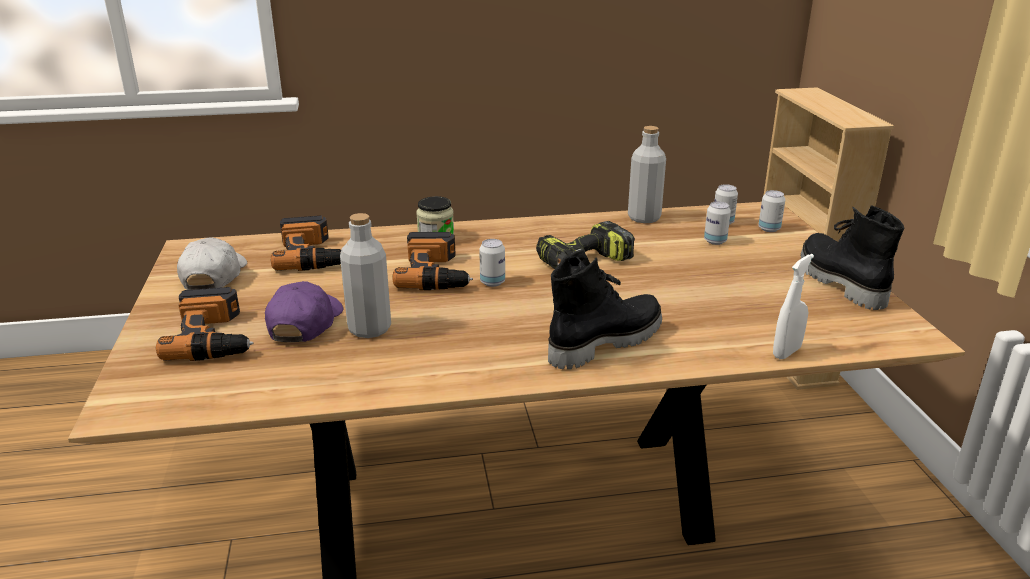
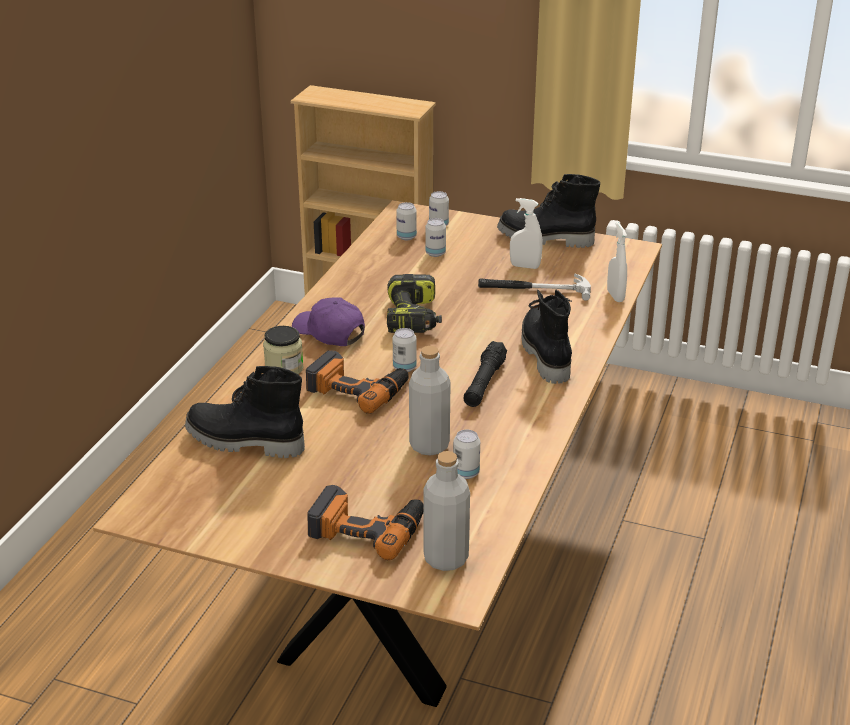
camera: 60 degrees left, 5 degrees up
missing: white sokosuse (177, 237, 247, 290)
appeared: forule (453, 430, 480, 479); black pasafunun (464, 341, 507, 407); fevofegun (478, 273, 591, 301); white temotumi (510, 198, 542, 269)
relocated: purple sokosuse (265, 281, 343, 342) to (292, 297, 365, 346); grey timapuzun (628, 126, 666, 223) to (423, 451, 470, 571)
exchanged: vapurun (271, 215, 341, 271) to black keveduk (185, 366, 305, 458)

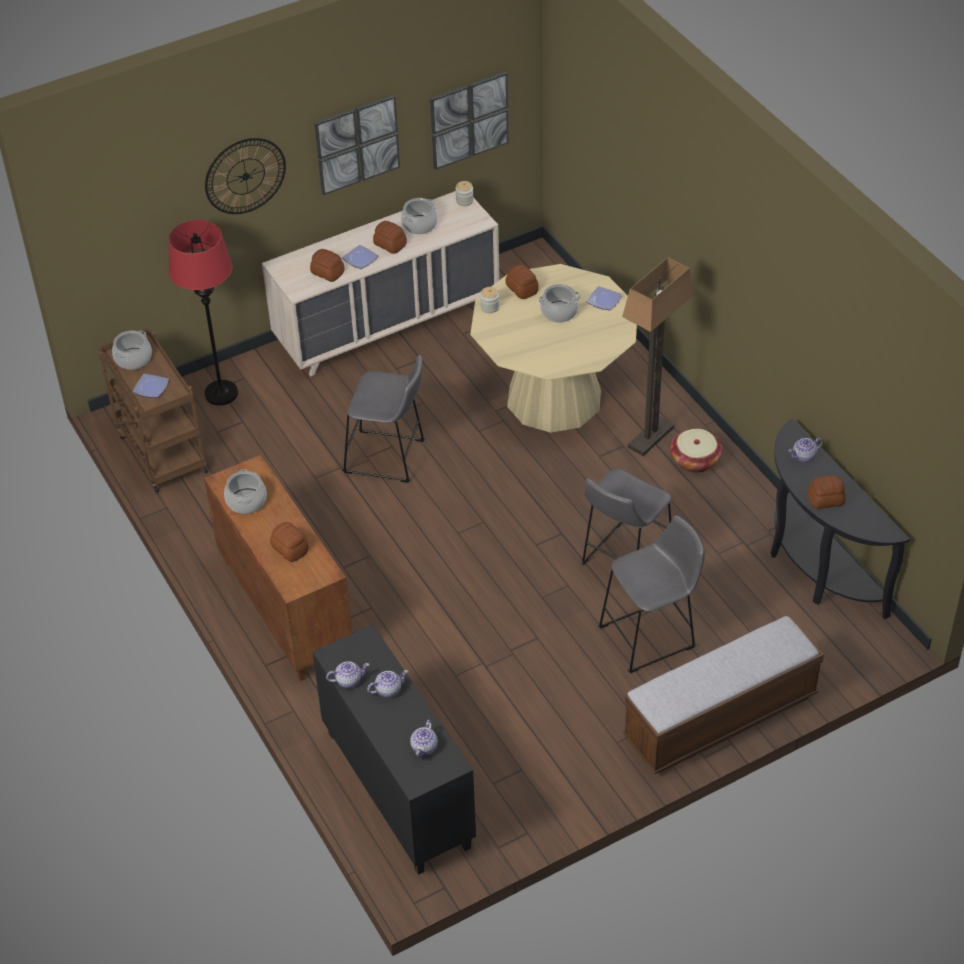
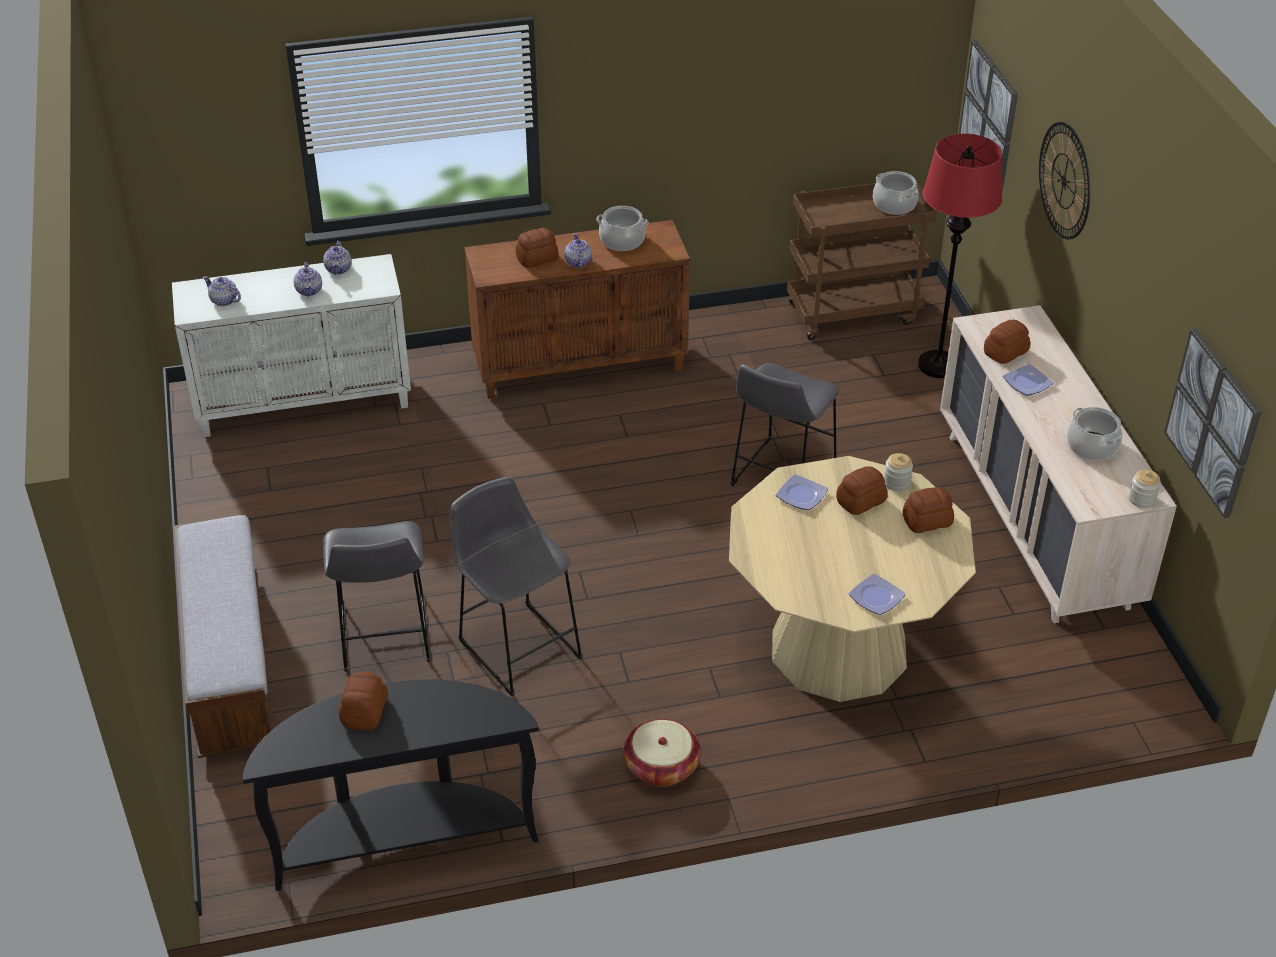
camera: 105 degrees right, 5 degrees down
missing: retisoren (538, 284, 581, 323); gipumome (622, 257, 694, 456)
relocated: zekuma (133, 374, 169, 398) to (776, 474, 828, 510); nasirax (314, 94, 400, 195) to (959, 40, 1018, 191); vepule (373, 221, 407, 254) to (836, 466, 888, 515); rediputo (788, 438, 823, 463) to (565, 233, 592, 268)
colour: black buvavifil (313, 625, 476, 875) to white buvavifil (172, 254, 411, 437)

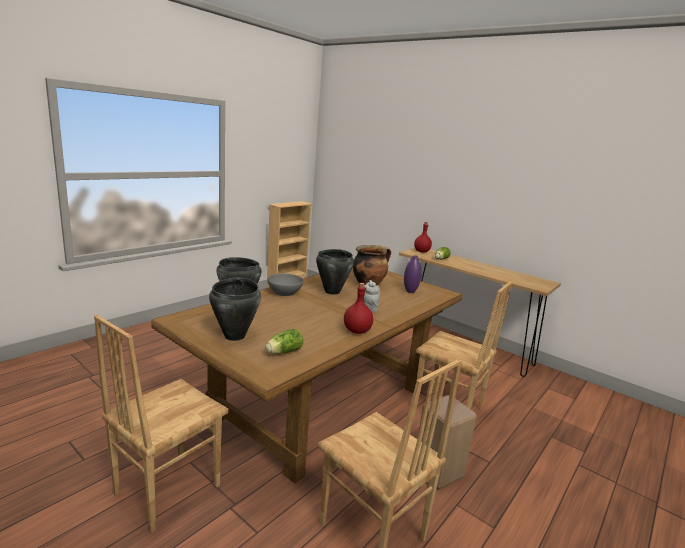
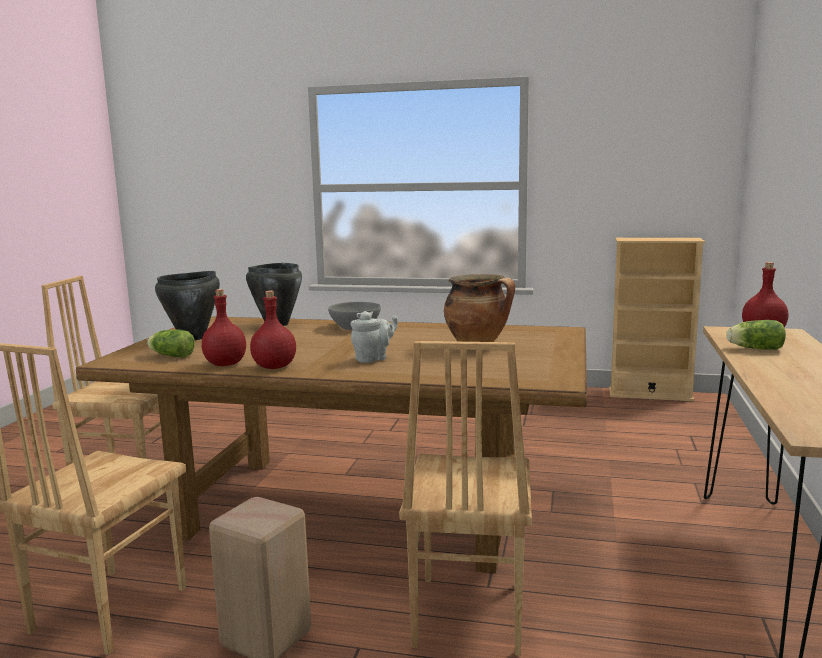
camera: 65 degrees right, 5 degrees down
missing: black retisoren (316, 249, 354, 295); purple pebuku (404, 255, 422, 293)
appeared: red timapuzun (202, 289, 246, 366)

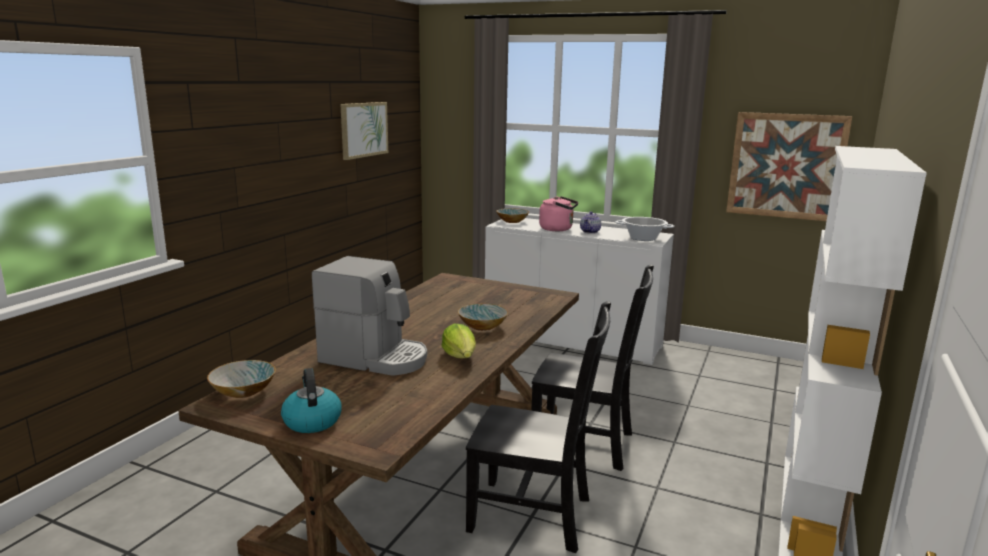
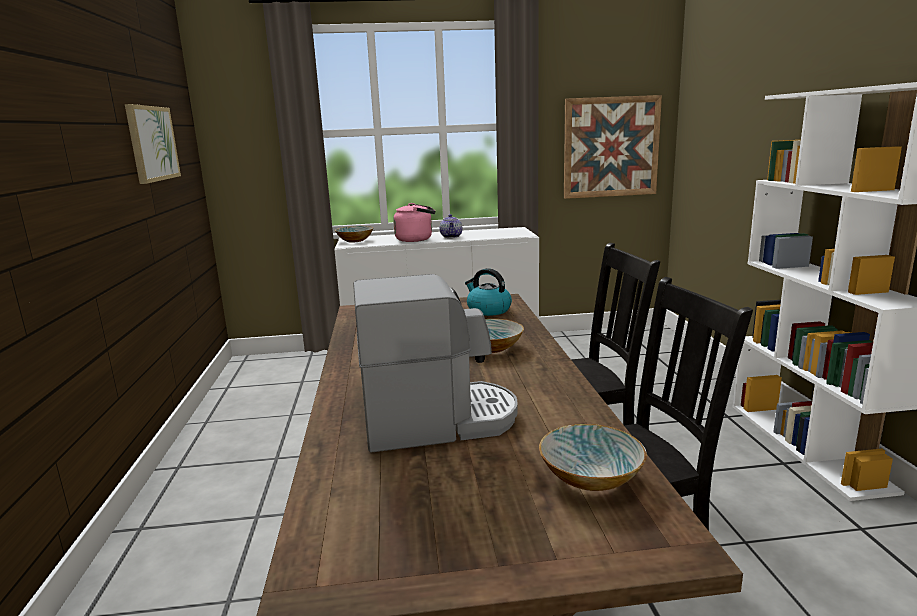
camera: 30 degrees left, 0 degrees up
missing: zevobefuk (441, 324, 476, 358); retisoren (615, 217, 674, 241)
relocated: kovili (207, 360, 276, 398) to (539, 424, 647, 491); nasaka (281, 368, 342, 433) to (465, 268, 512, 316)

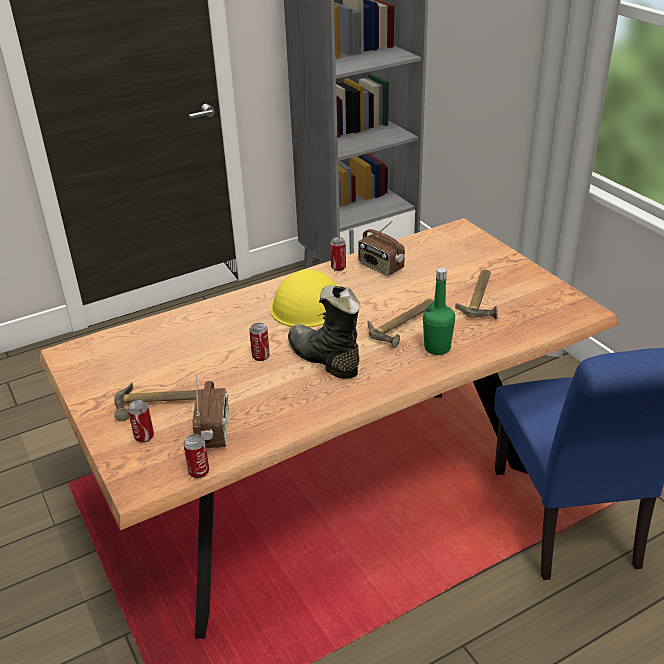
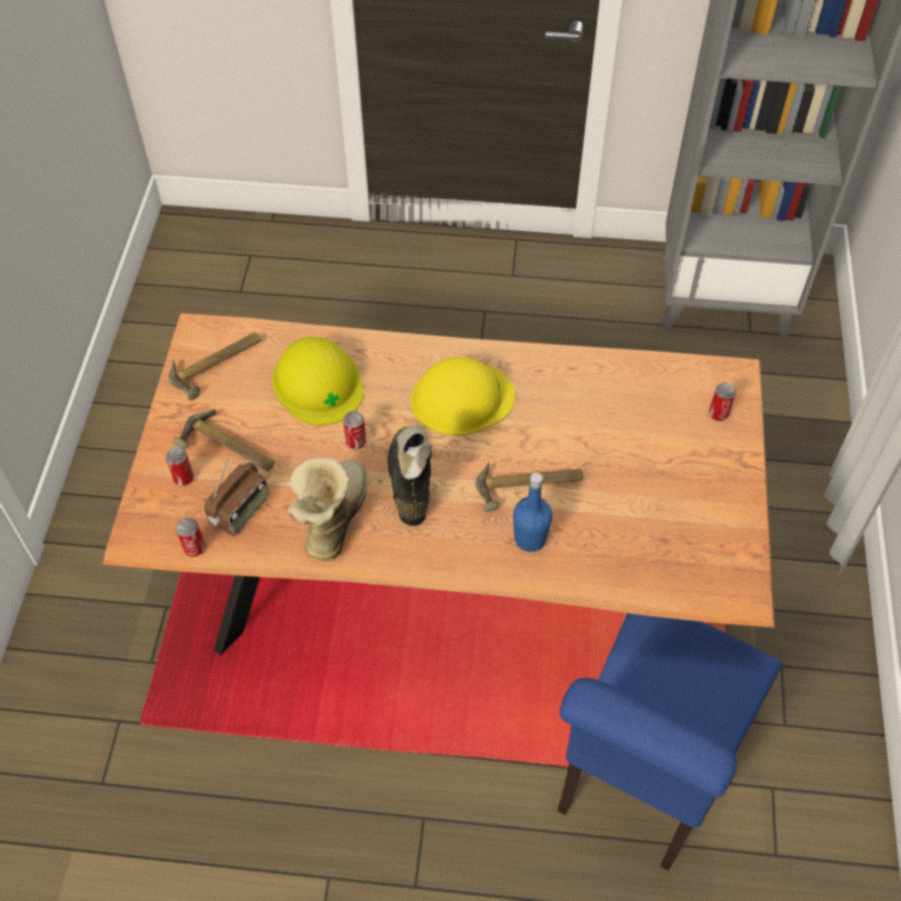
camera: 35 degrees right, 20 degrees up
missing: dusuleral (358, 220, 405, 276)
appeared: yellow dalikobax (272, 337, 364, 425); keveduk (287, 458, 367, 561)
relocated: forule (330, 237, 346, 271) to (709, 382, 736, 421); fevofegun (455, 269, 498, 319) to (169, 332, 261, 400)
colour: green timapuzun (423, 267, 455, 355) to blue timapuzun (513, 473, 552, 552)

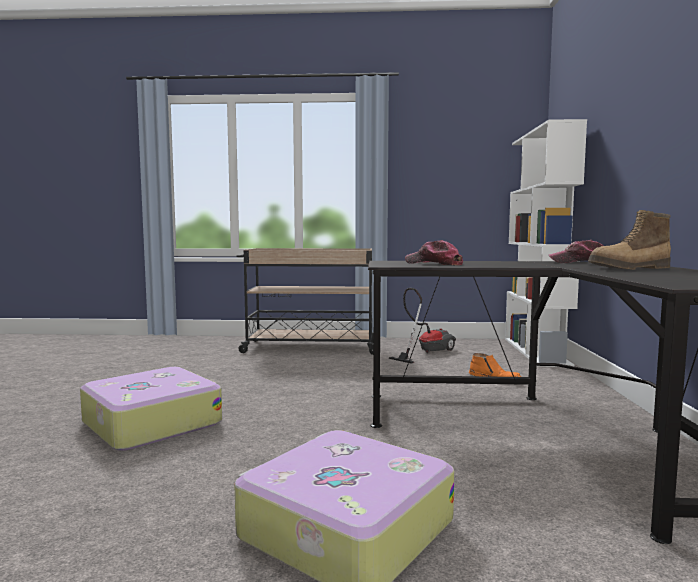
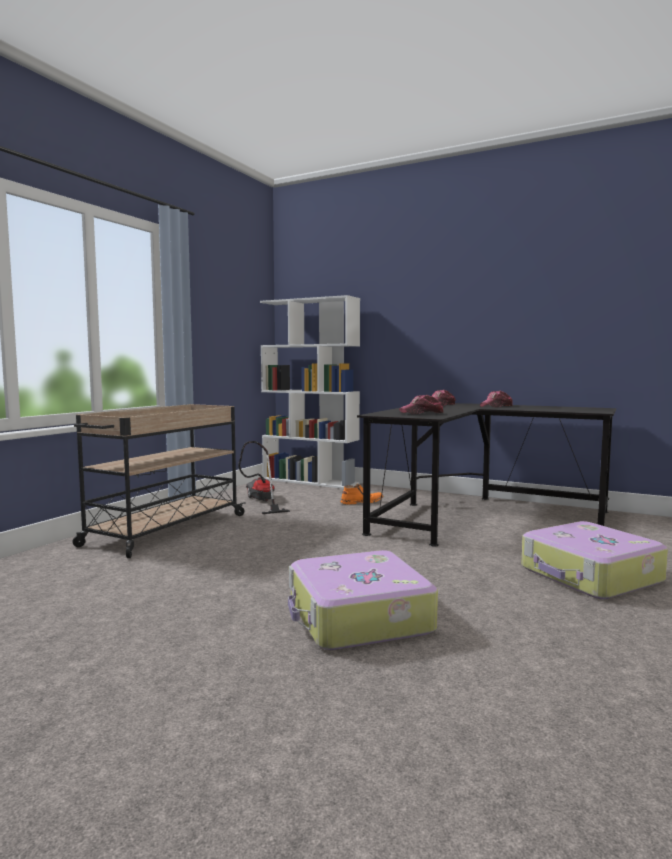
camera: 65 degrees left, 0 degrees up
exchanged: keveduk (588, 210, 671, 270) to sokosuse (480, 391, 513, 408)

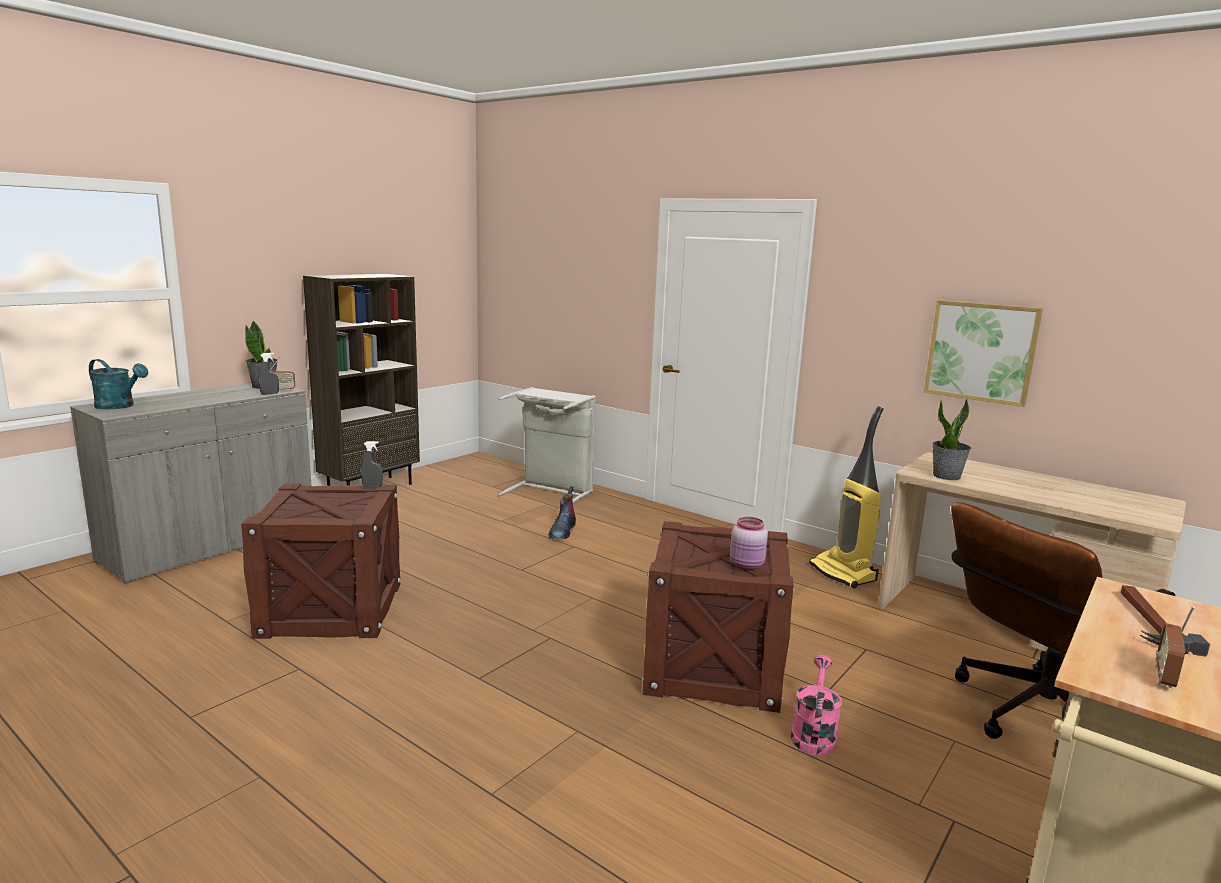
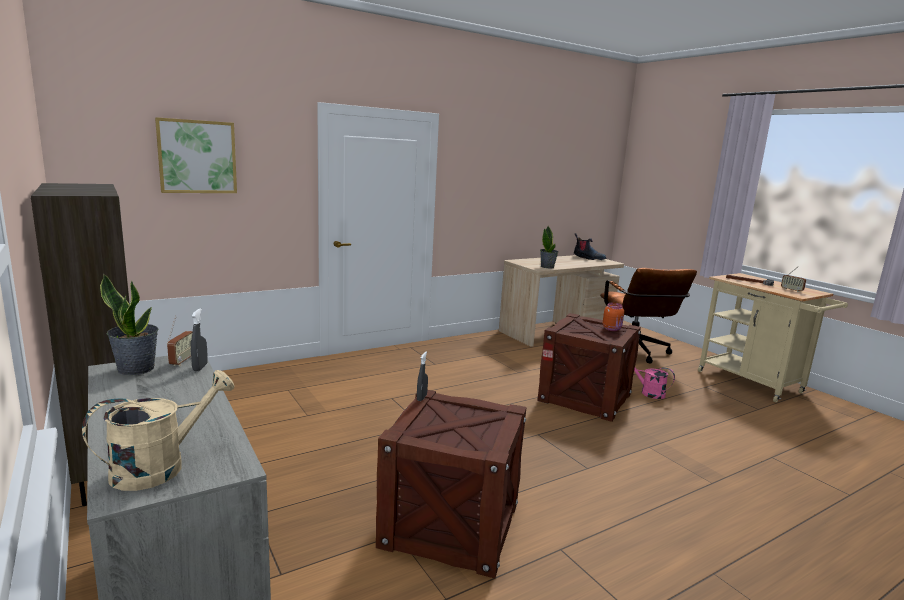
camera: 70 degrees left, 0 degrees up
missing: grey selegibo (499, 387, 596, 503); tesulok (809, 406, 884, 589)
relocated: keveduk (548, 487, 576, 539) to (574, 233, 606, 260); nasirax (924, 300, 1043, 407) to (155, 117, 237, 193)
colour: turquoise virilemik (89, 359, 148, 409) to beige virilemik (82, 370, 235, 491); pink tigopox (730, 517, 768, 570) to orange tigopox (603, 303, 624, 331)

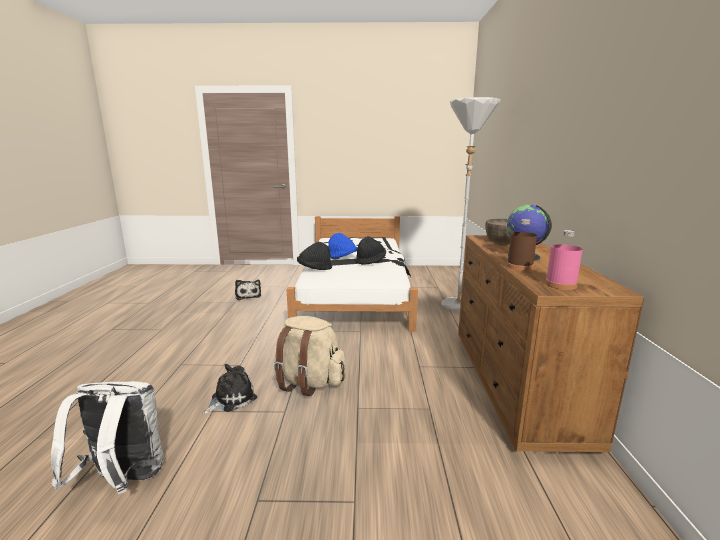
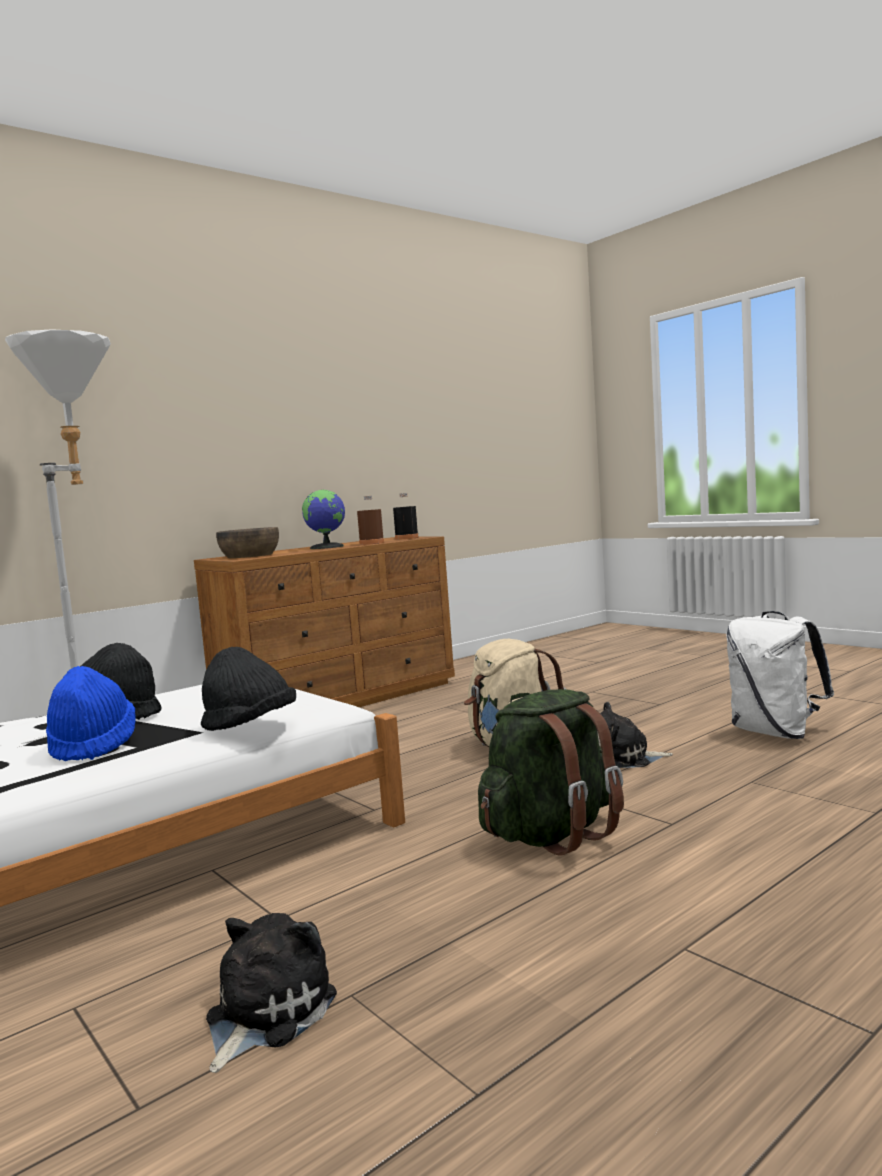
camera: 130 degrees left, 10 degrees down
appeared: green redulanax (478, 689, 624, 856)
colour: pink timapuzun (545, 230, 583, 290) to black timapuzun (393, 493, 419, 540)

